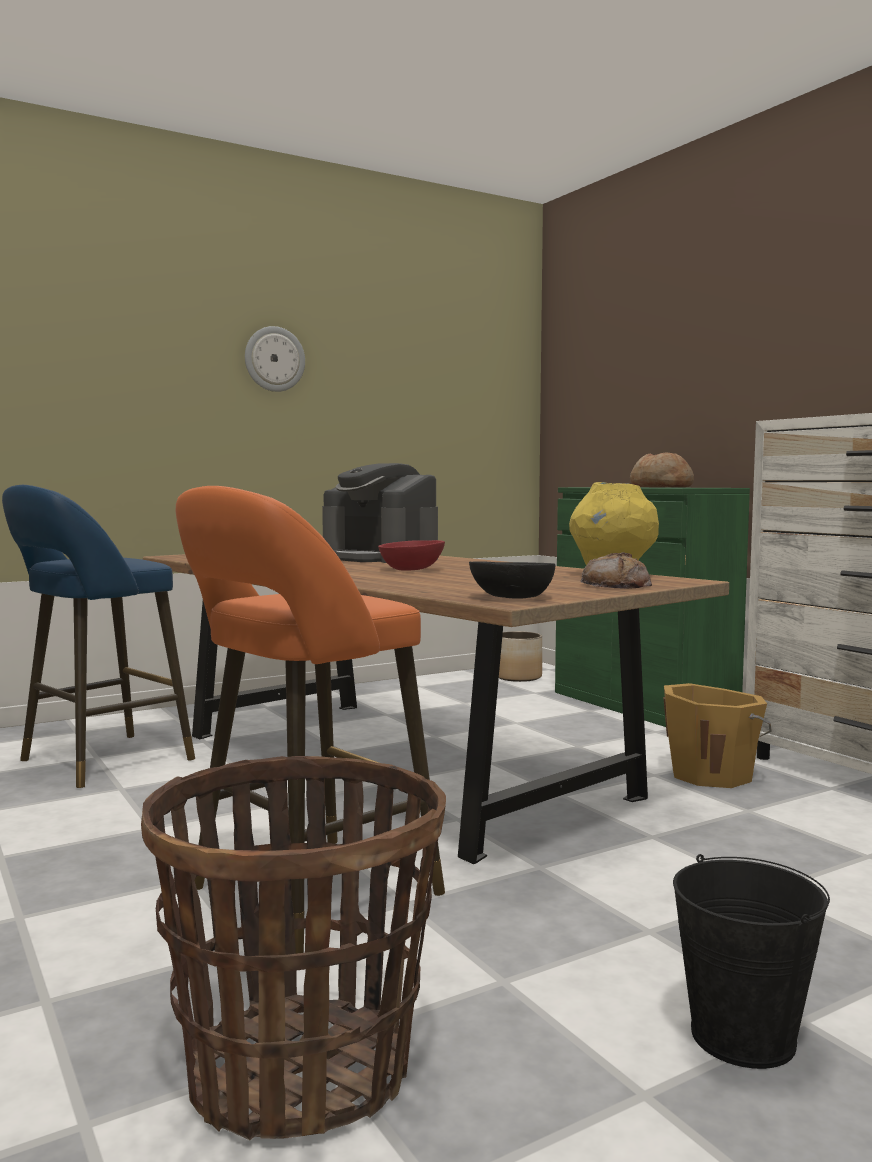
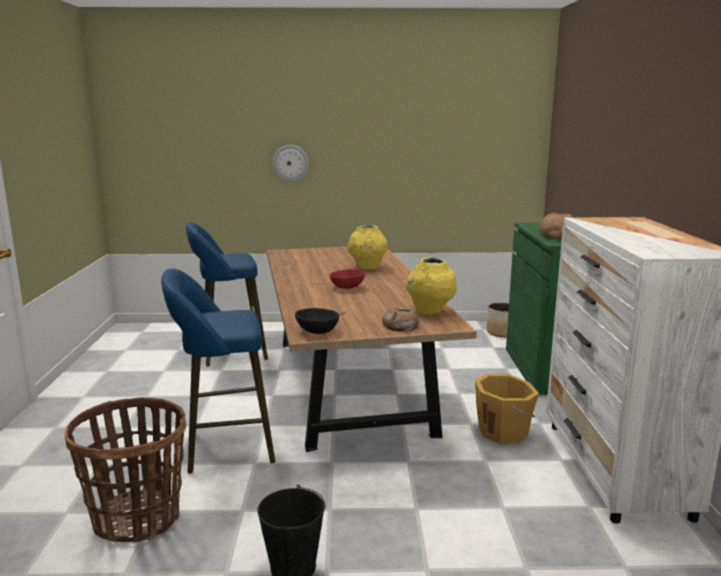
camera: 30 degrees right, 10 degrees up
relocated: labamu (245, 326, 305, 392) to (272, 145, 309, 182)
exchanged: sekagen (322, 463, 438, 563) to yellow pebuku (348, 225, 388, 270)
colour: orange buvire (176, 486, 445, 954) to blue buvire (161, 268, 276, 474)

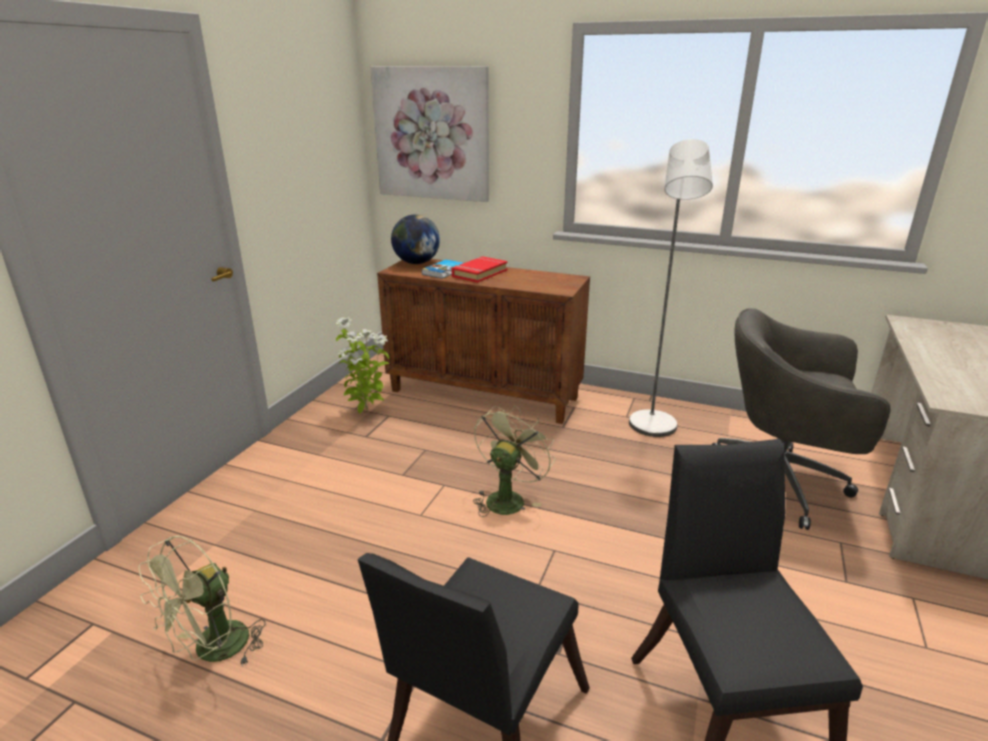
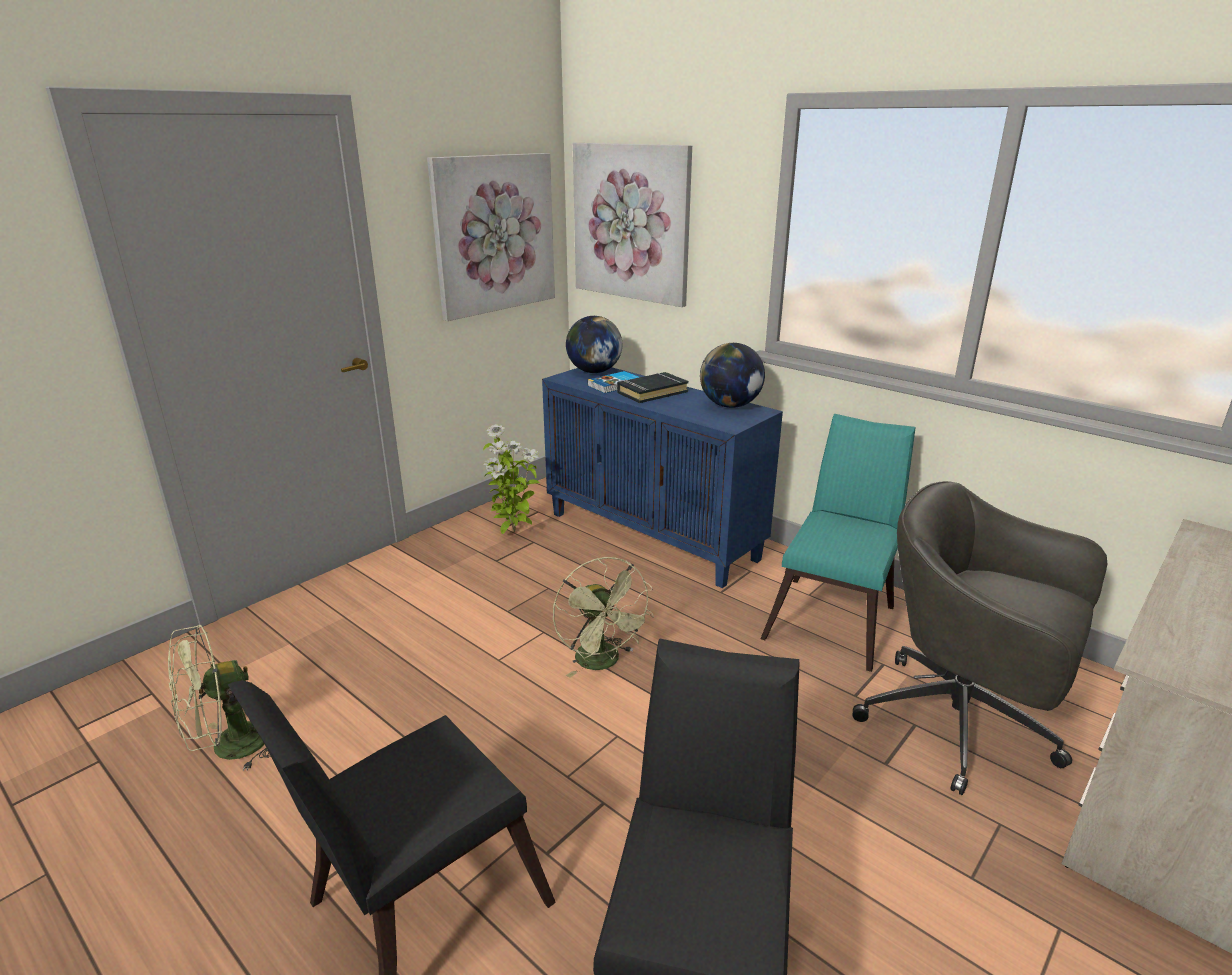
camera: 20 degrees right, 0 degrees up
appeared: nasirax (427, 153, 555, 321); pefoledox (700, 343, 765, 408)
exchanged: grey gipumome (629, 139, 713, 437) to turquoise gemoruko (760, 414, 916, 672)
colour: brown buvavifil (377, 259, 590, 424) to blue buvavifil (542, 367, 783, 588); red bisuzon (452, 256, 507, 283) to black bisuzon (617, 372, 689, 403)
spun: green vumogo (473, 406, 555, 517) = (553, 557, 654, 678) 105 degrees clockwise

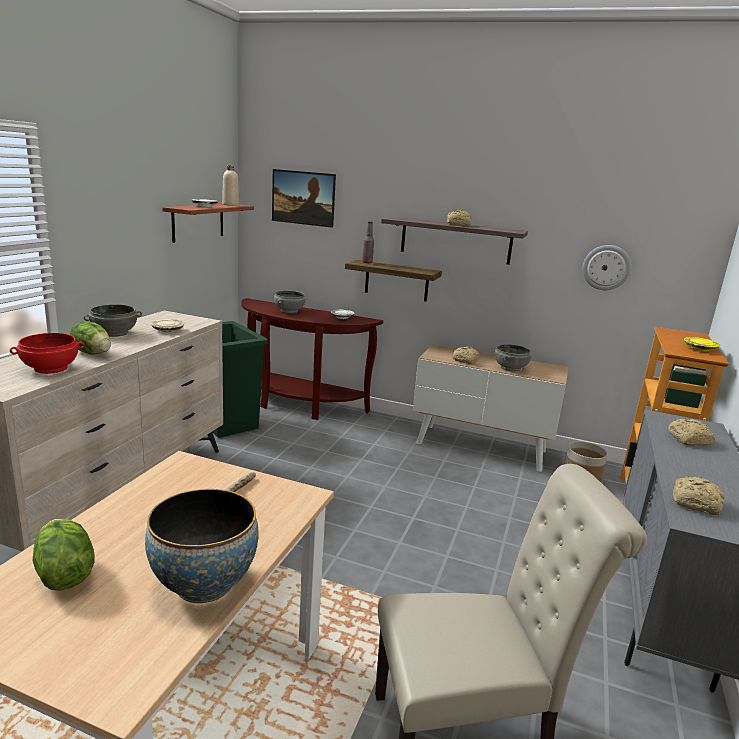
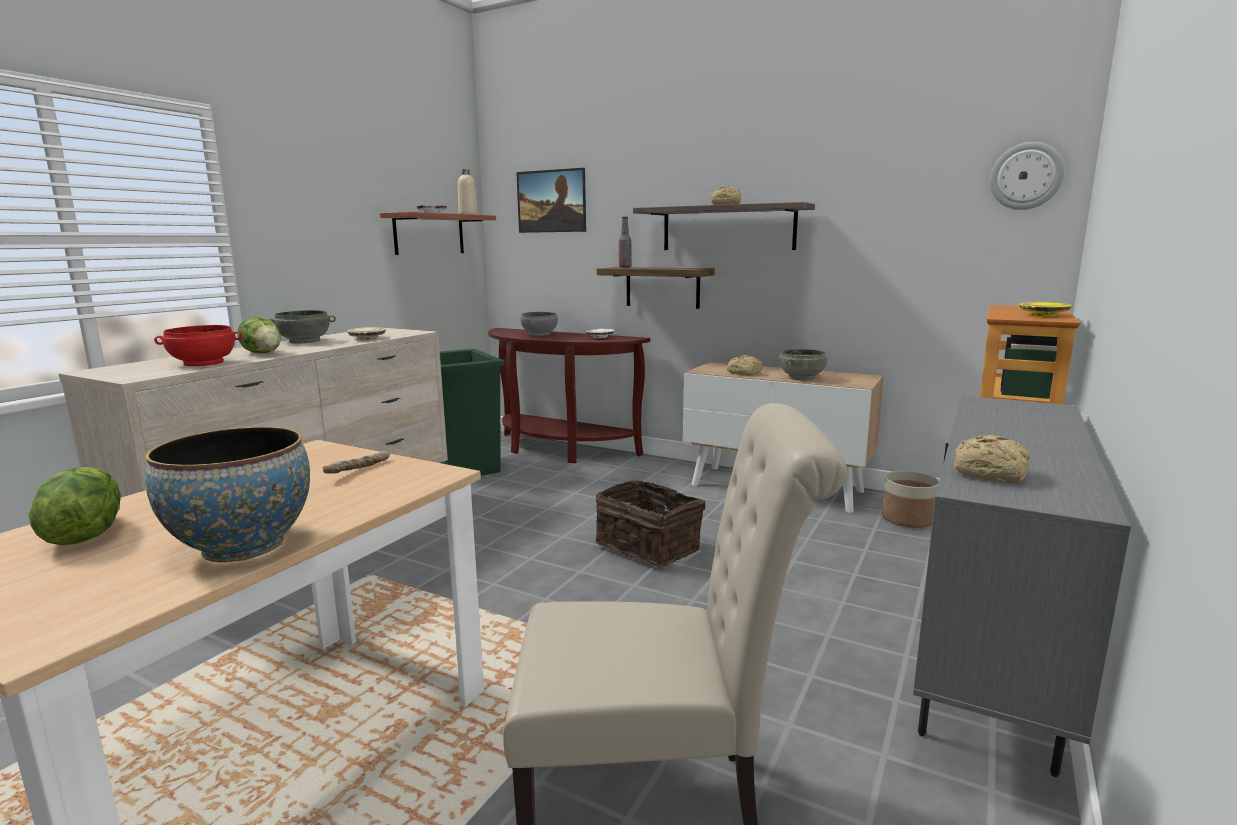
camera: 10 degrees right, 5 degrees down
missing: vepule (668, 419, 715, 446)
appeared: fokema (595, 480, 705, 567)
relocated: labamu (582, 245, 631, 290) to (990, 142, 1065, 210)

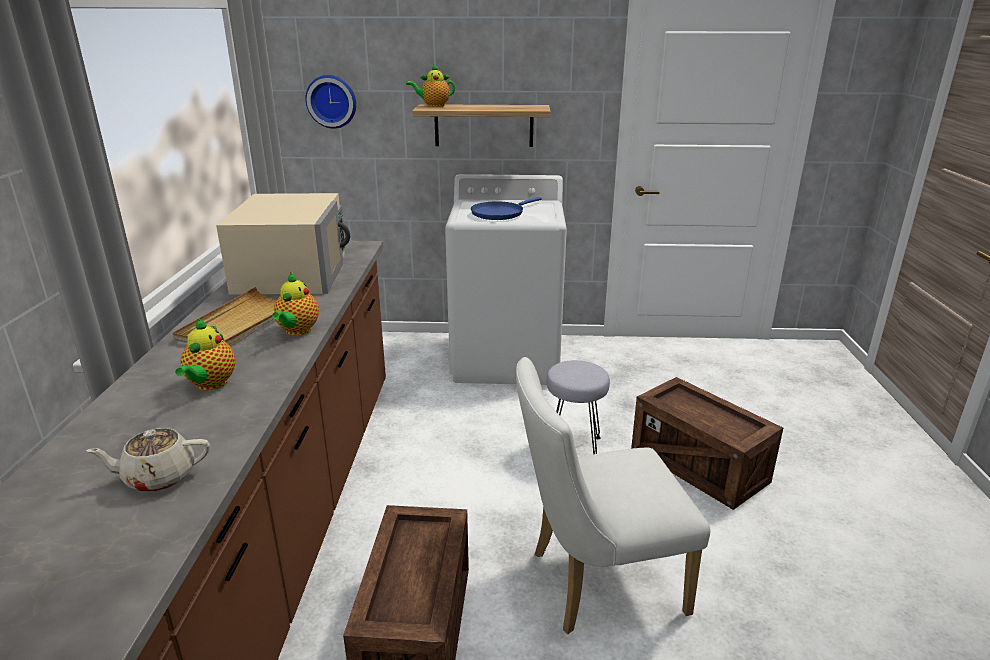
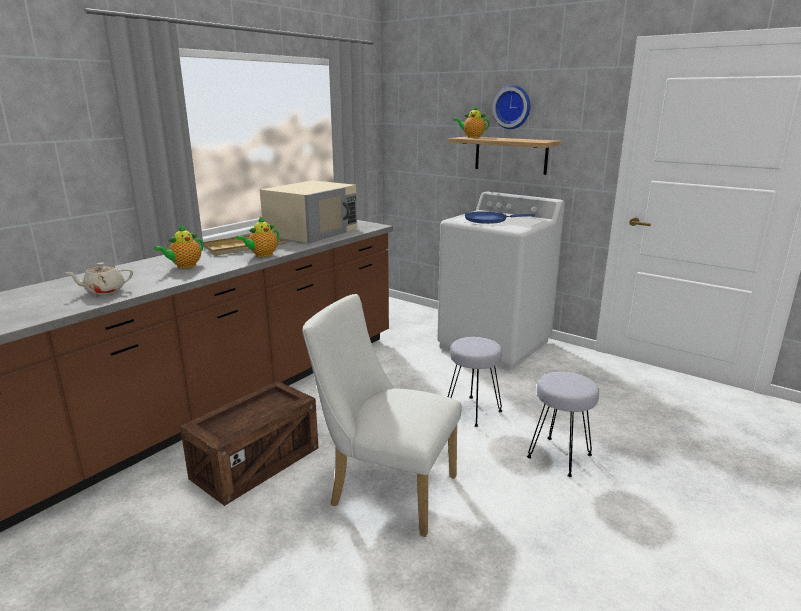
camera: 35 degrees right, 5 degrees down
relocated: labamu (306, 75, 356, 129) to (493, 85, 530, 129)
exchanged: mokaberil (631, 377, 783, 510) to grey buvire (527, 372, 599, 477)
spun: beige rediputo (86, 428, 210, 492) = (66, 263, 133, 295) 45 degrees counterclockwise

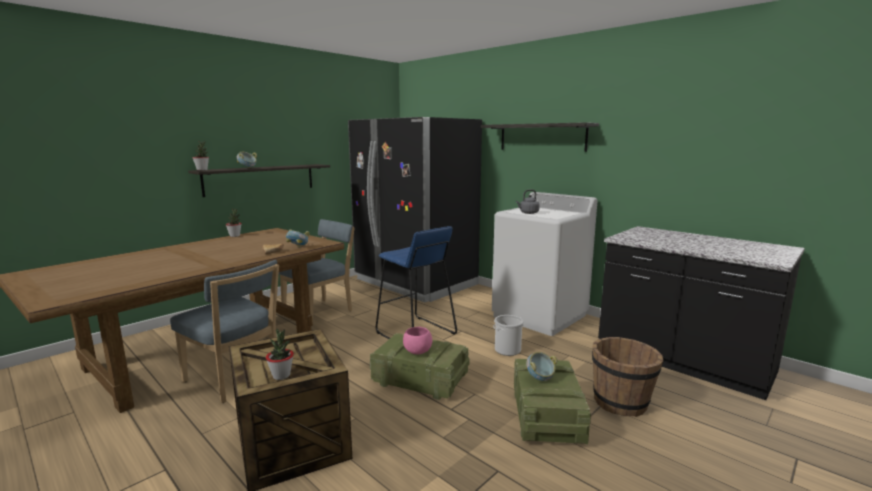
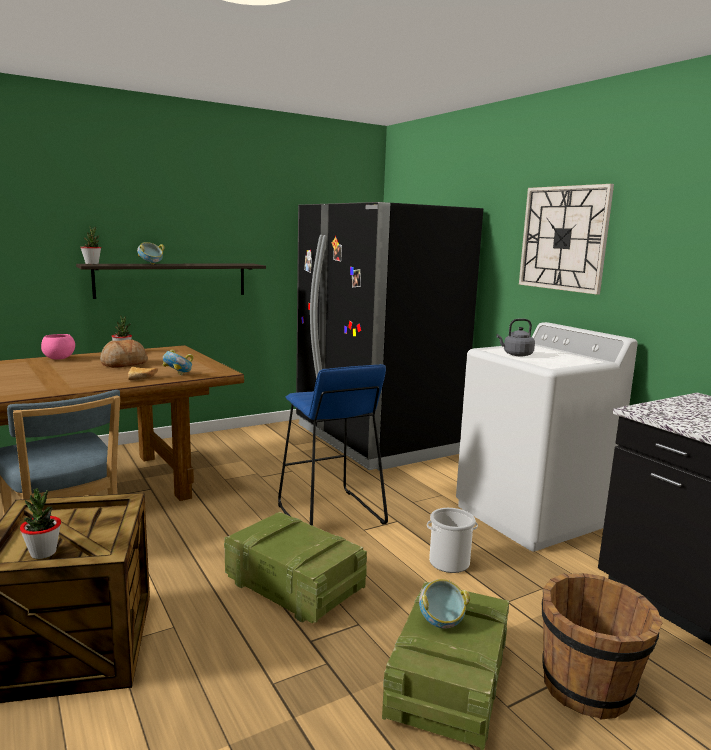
camera: 15 degrees right, 0 degrees up
missing: blue gemoruko (279, 219, 355, 323)
appeared: vepule (100, 339, 148, 368)
relocated: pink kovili (403, 327, 432, 354) to (41, 334, 75, 360)
exchanged: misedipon (481, 122, 599, 152) to labamu (519, 184, 614, 295)

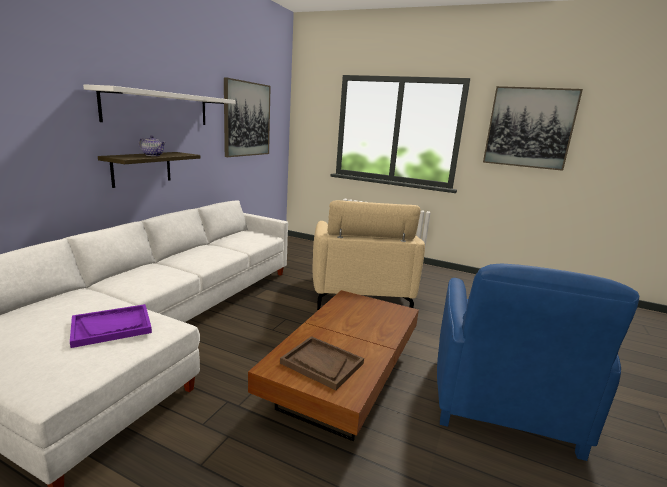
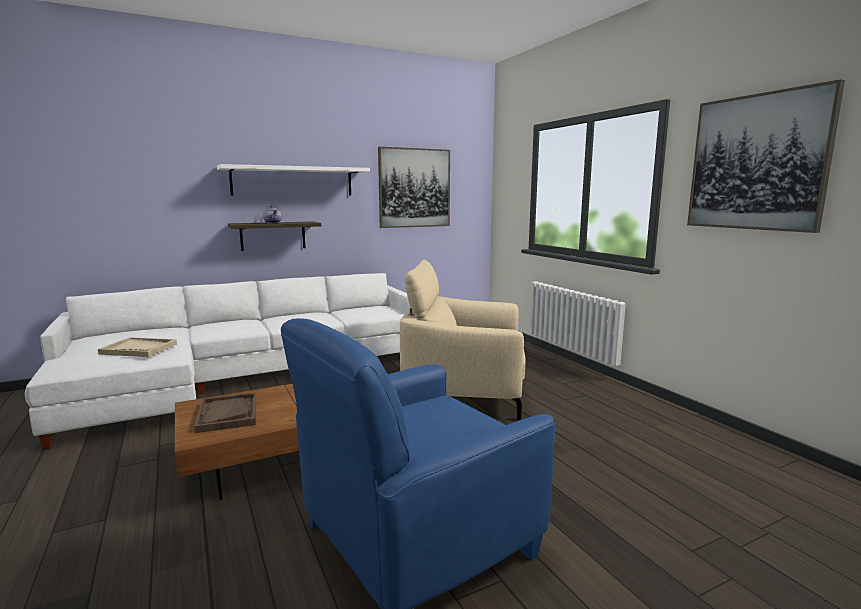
camera: 40 degrees right, 5 degrees down
colour: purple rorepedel (70, 304, 152, 348) to beige rorepedel (98, 337, 177, 357)
spun: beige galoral (313, 200, 425, 310) = (400, 260, 526, 420) 60 degrees clockwise

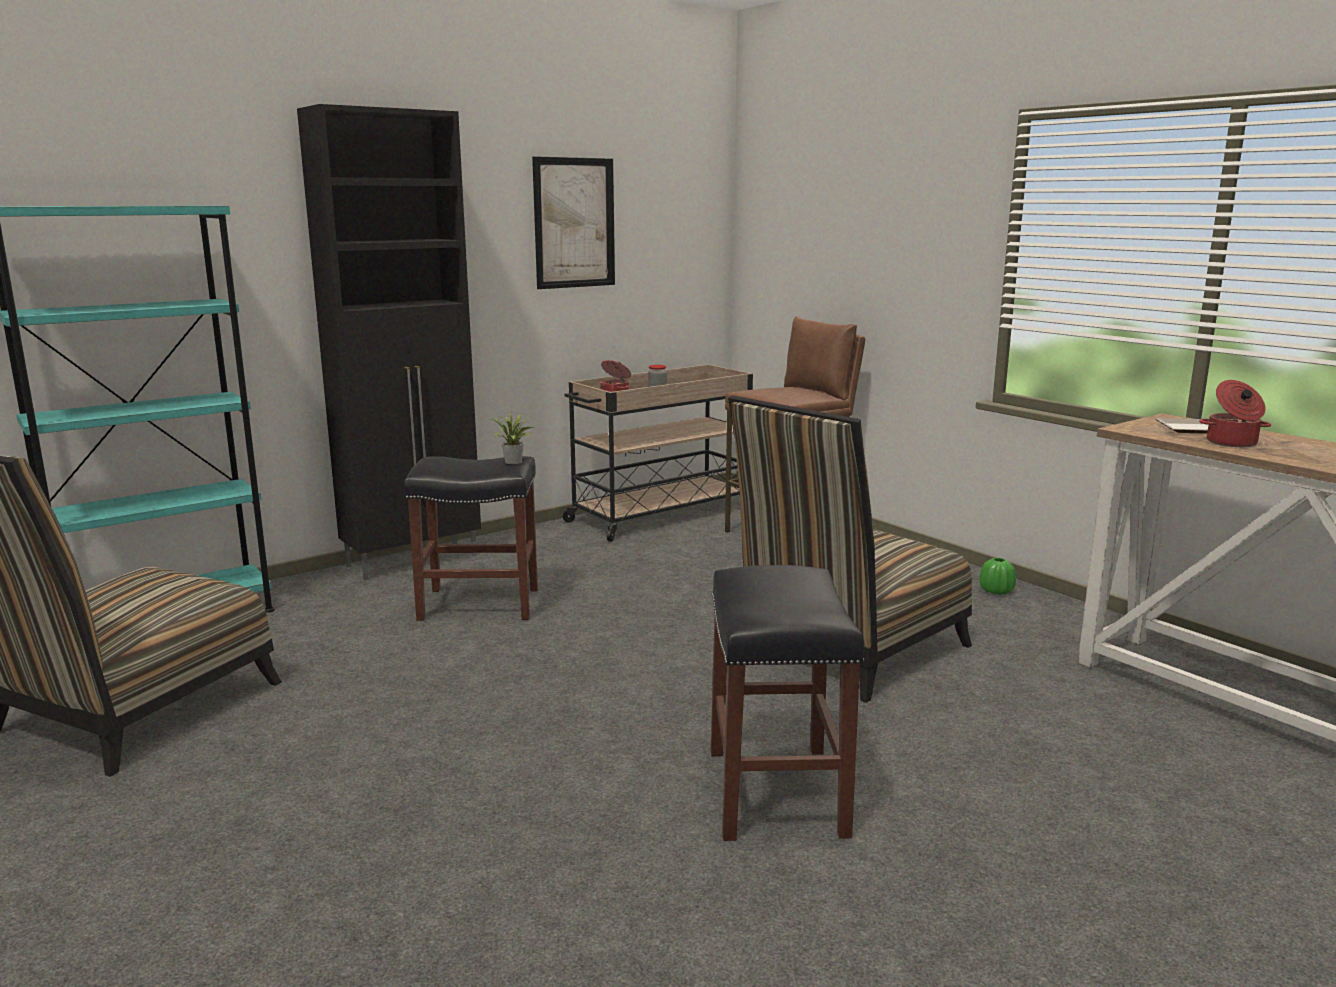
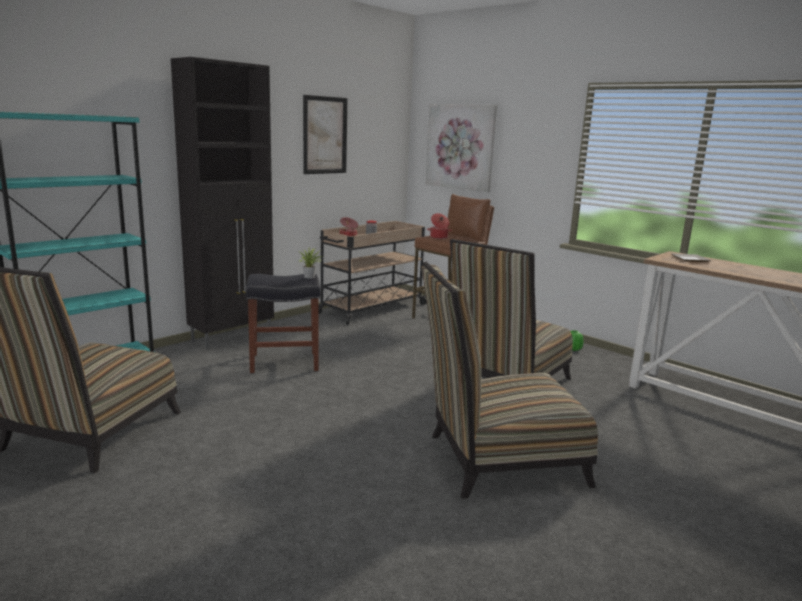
camera: 10 degrees left, 0 degrees up
appeared: nasirax (426, 104, 497, 192)
relocated: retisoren (1199, 380, 1271, 447) to (427, 213, 452, 239)
exchanged: black buvire (711, 565, 864, 841) to gemoruko (421, 262, 598, 499)

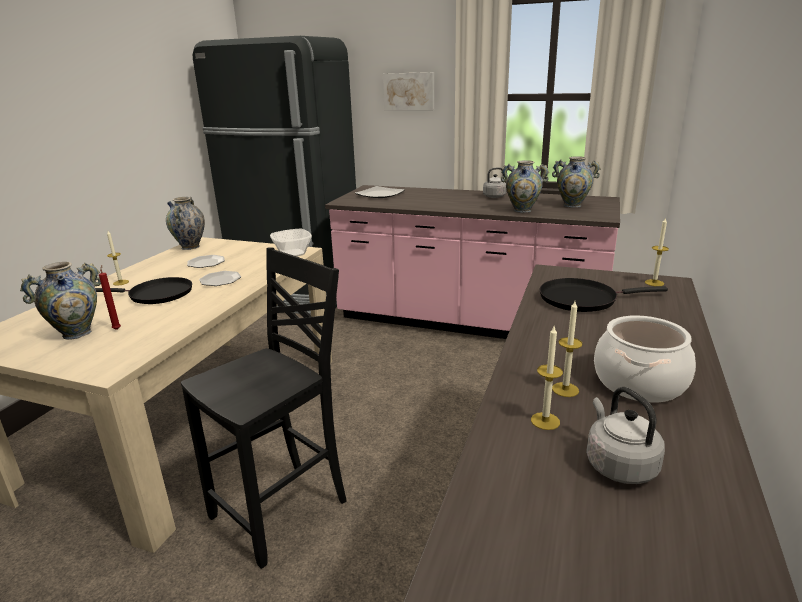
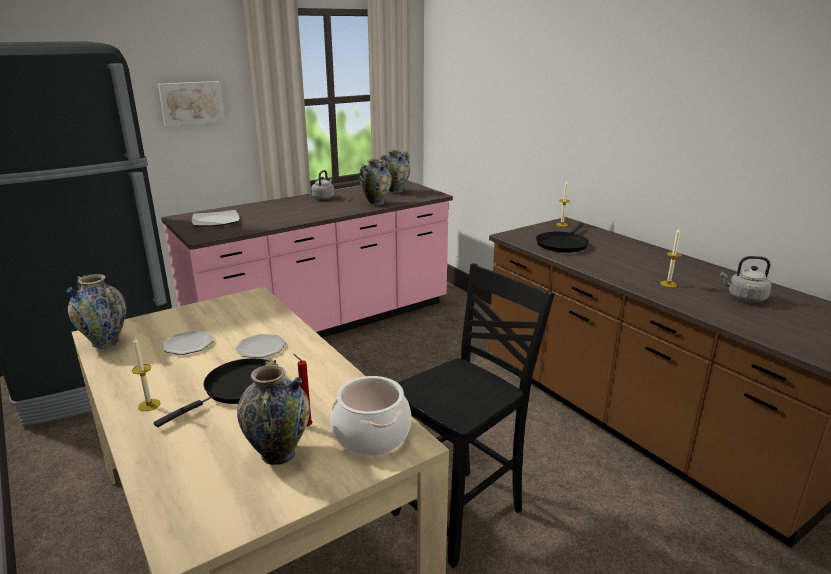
camera: 55 degrees left, 0 degrees up
missing: kovili (270, 229, 312, 256); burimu (531, 326, 563, 430)
relocated: retisoren (594, 315, 696, 403) to (331, 376, 411, 456)
spun: black gemoruko (181, 247, 347, 569) = (391, 263, 554, 568) 60 degrees clockwise

